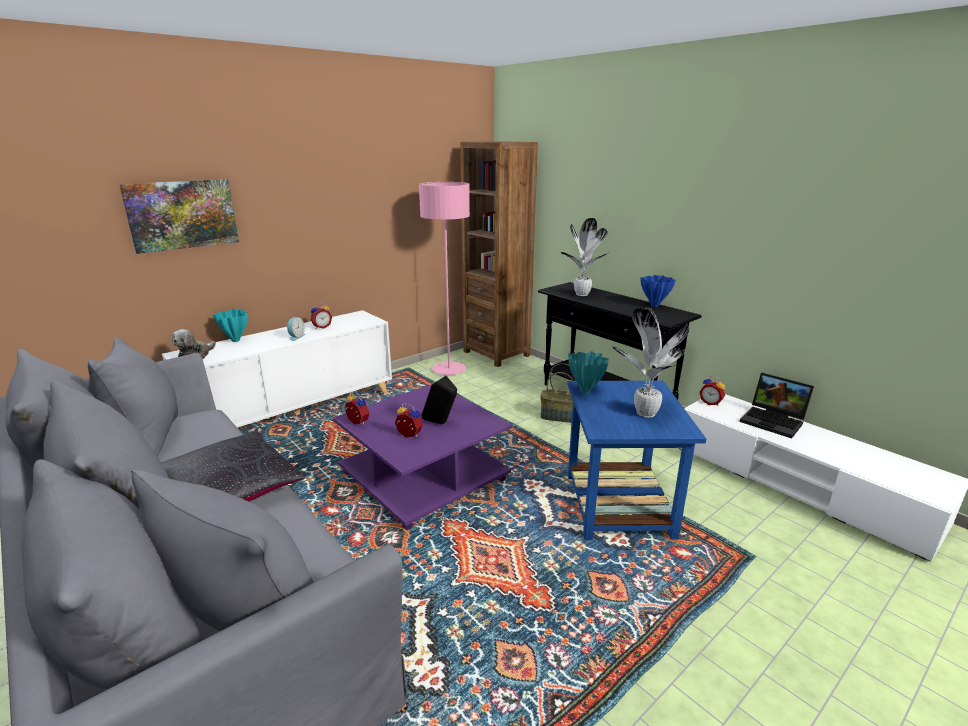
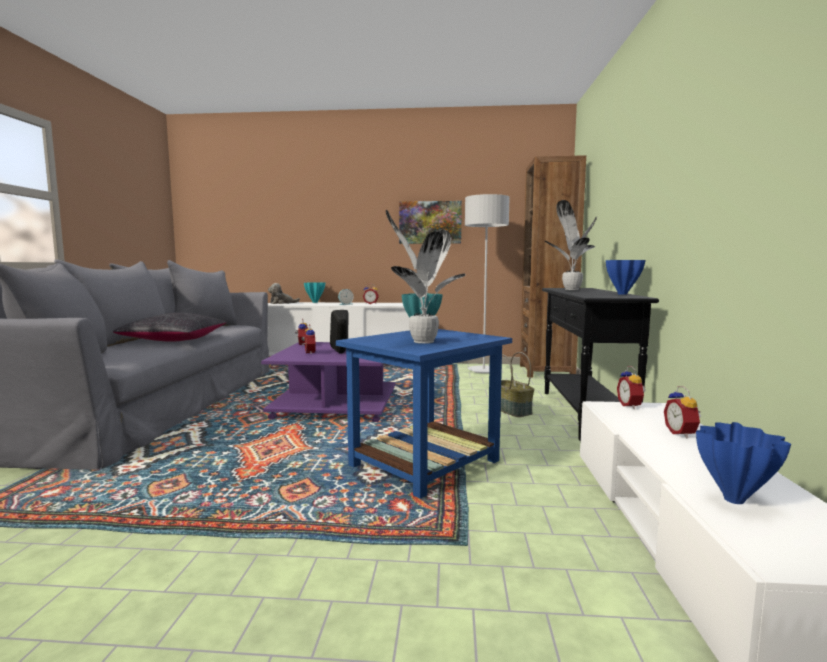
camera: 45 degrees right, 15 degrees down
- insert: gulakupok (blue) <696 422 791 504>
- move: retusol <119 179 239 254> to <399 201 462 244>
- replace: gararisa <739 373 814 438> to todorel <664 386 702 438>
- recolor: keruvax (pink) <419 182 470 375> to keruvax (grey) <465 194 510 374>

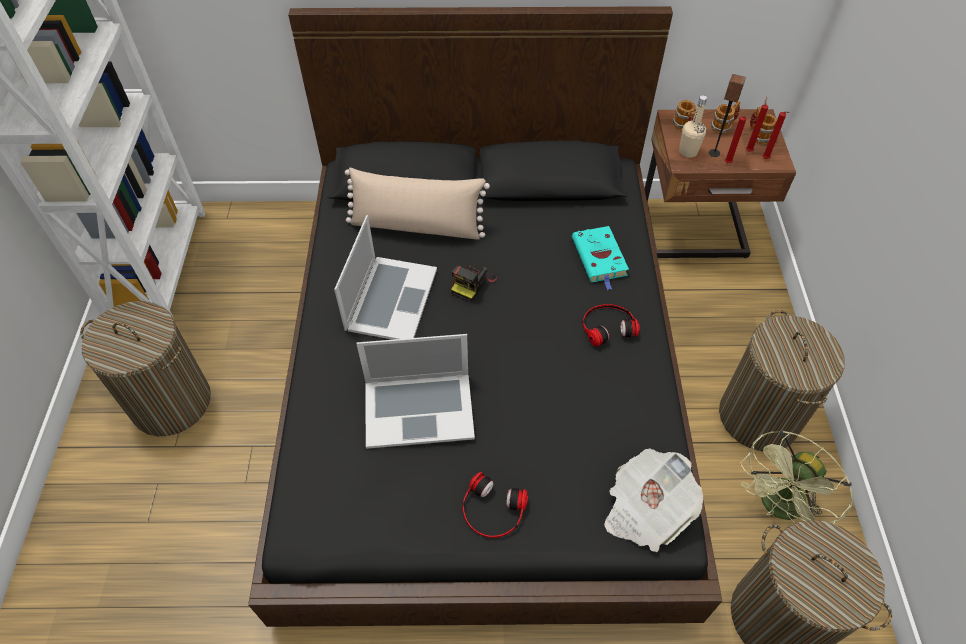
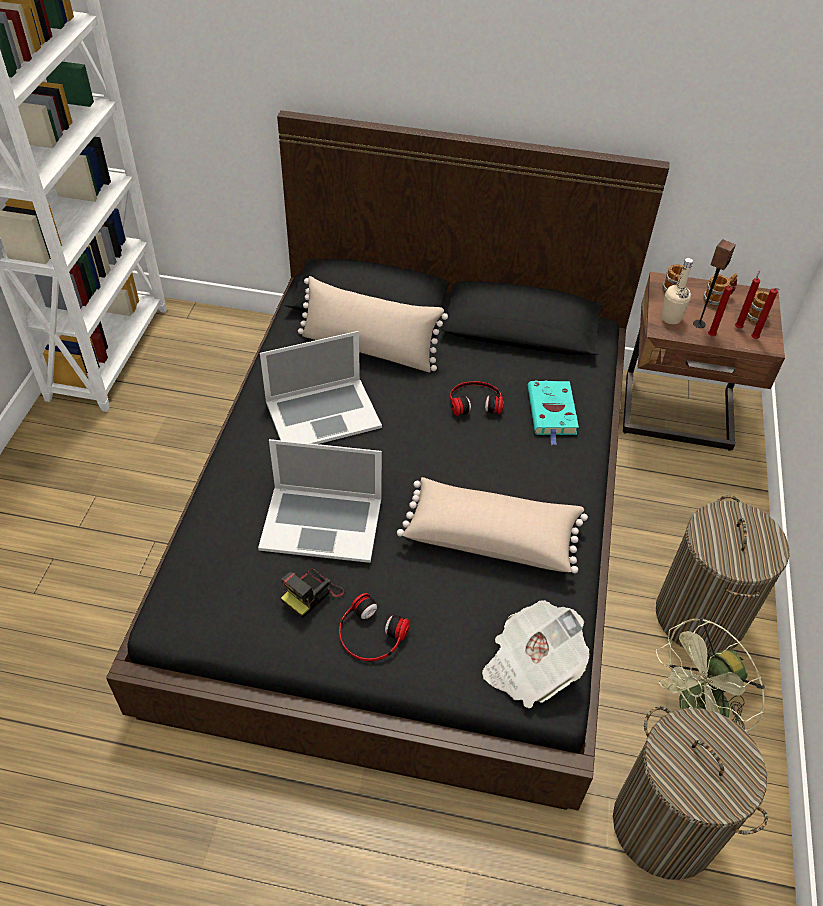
camera: 10 degrees right, 5 degrees down
- delete: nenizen <80 301 211 436>
- insert: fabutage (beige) <397 477 588 573>
- move: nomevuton <451 265 497 302> to <281 569 344 618>
- move: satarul <582 304 640 347> to <450 381 504 416>
- rotate: gararisa <334 215 437 340> = <260 331 382 444> 45 degrees clockwise

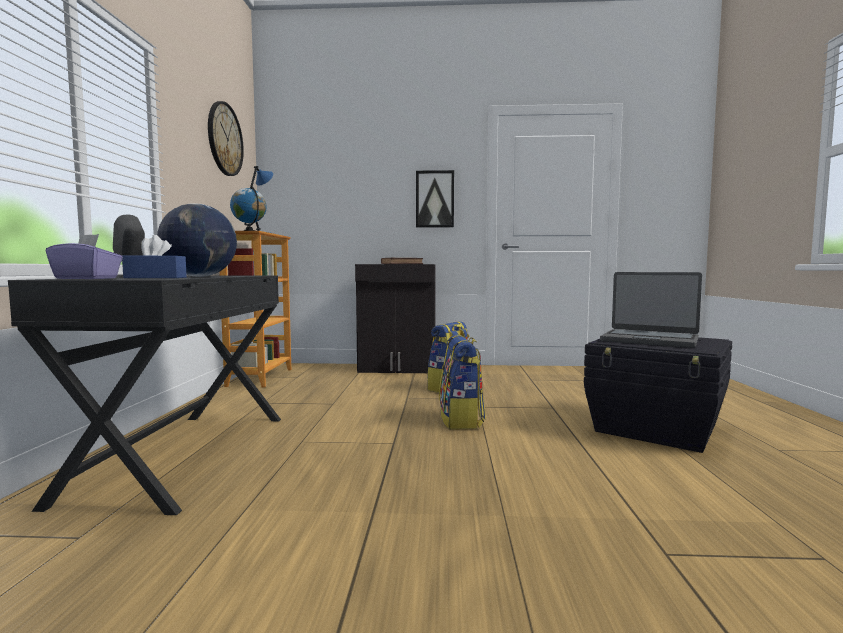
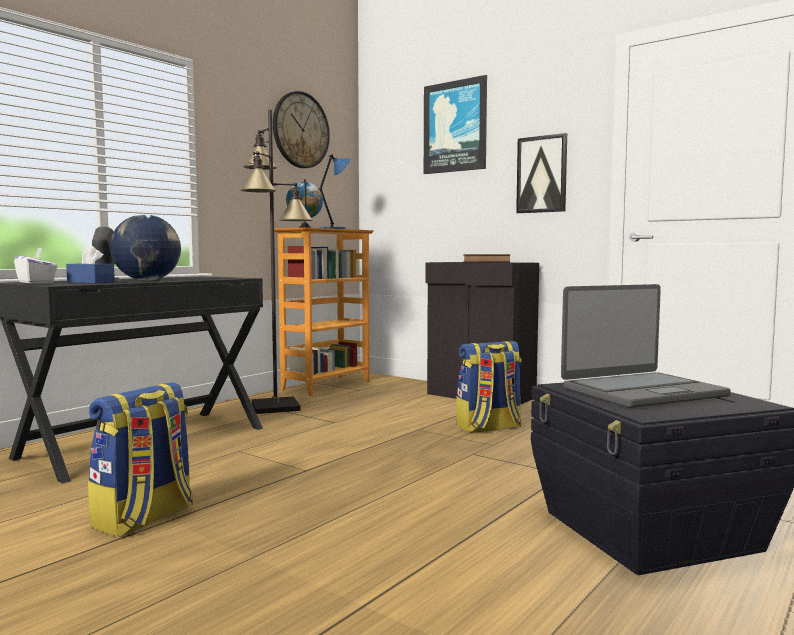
camera: 35 degrees right, 0 degrees up
- insert: keruvax (black) <241 110 313 414>
- insert: retusol <424 75 487 174>
- move: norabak <439 335 486 429> to <88 382 193 537>
- recolor: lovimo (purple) <45 234 123 279> to lovimo (white) <14 248 58 284>
- rotate: gararisa <600 272 702 348> = <561 284 730 408> 90 degrees counterclockwise

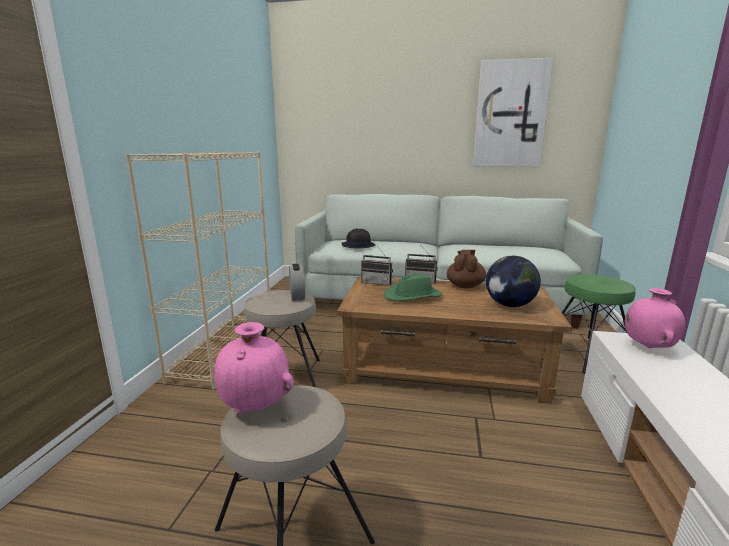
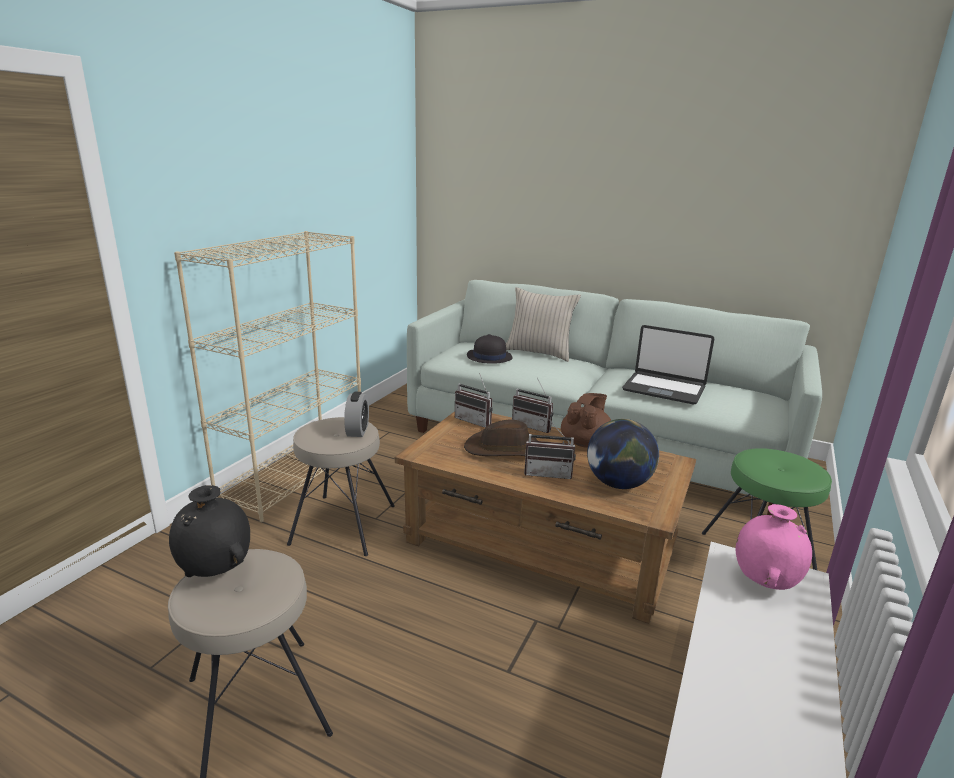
camera: 15 degrees right, 5 degrees up
- delete: retusol <473 58 553 167>
- insert: fabutage (beige) <506 287 581 362>
- insert: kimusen <524 417 576 479>
- insert: gararisa <622 325 714 405>
- recolor: gulakupok (pink) <213 322 294 414> to gulakupok (black) <169 485 250 577>
- recolor: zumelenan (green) <384 273 442 301> to zumelenan (brown) <464 420 538 456>

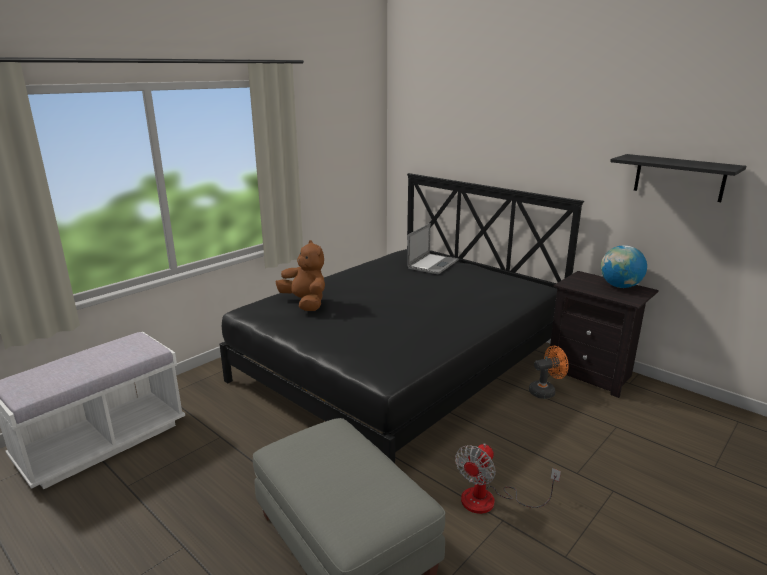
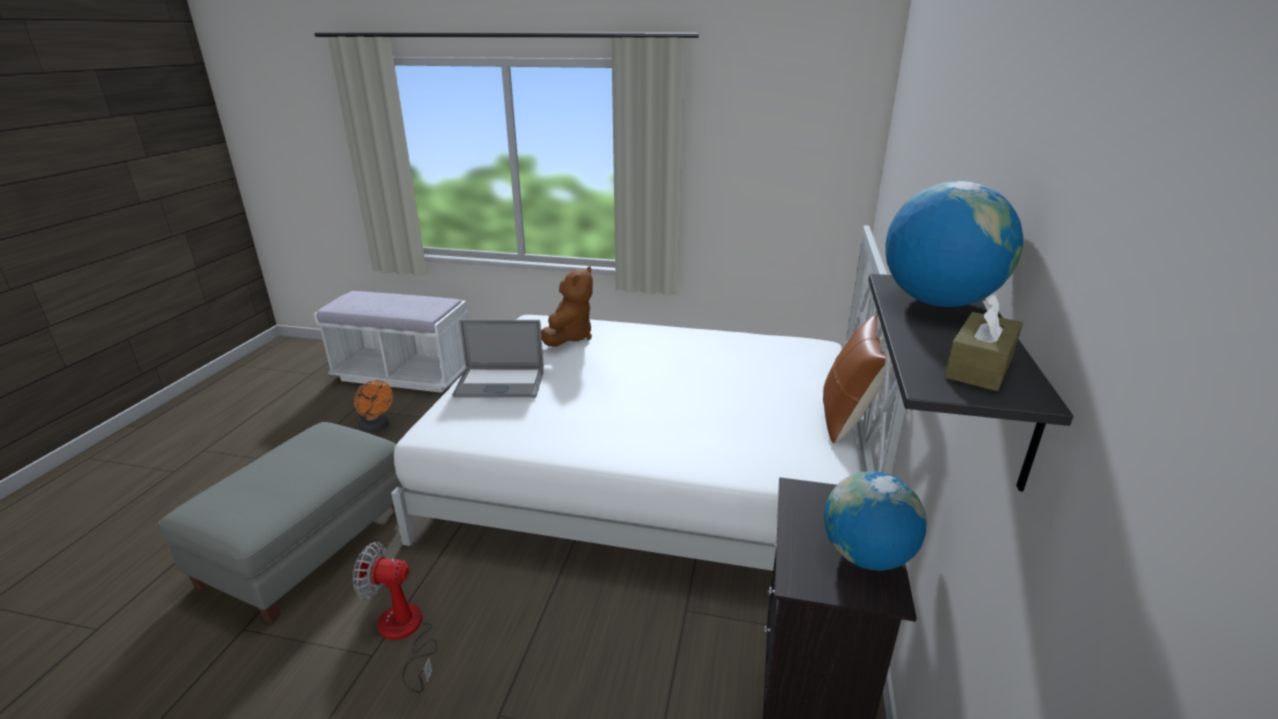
camera: 60 degrees right, 5 degrees up
- insert: fabutage (brown) <823 313 891 444>
- insert: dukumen <885 181 1023 307>
- insert: lovimo (brown) <944 294 1023 391>
- move: gararisa <407 223 459 274> to <452 320 544 398>
- move: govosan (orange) <529 346 569 399> to <354 380 393 433>
- recolor: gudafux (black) <220 173 584 463> to gudafux (white) <391 225 906 571>

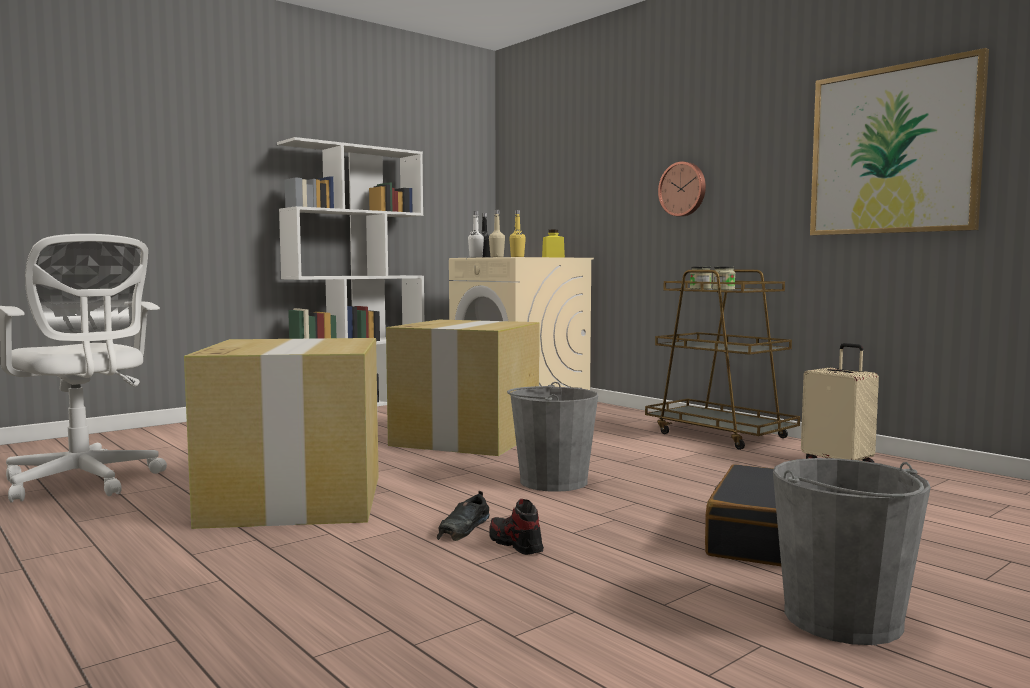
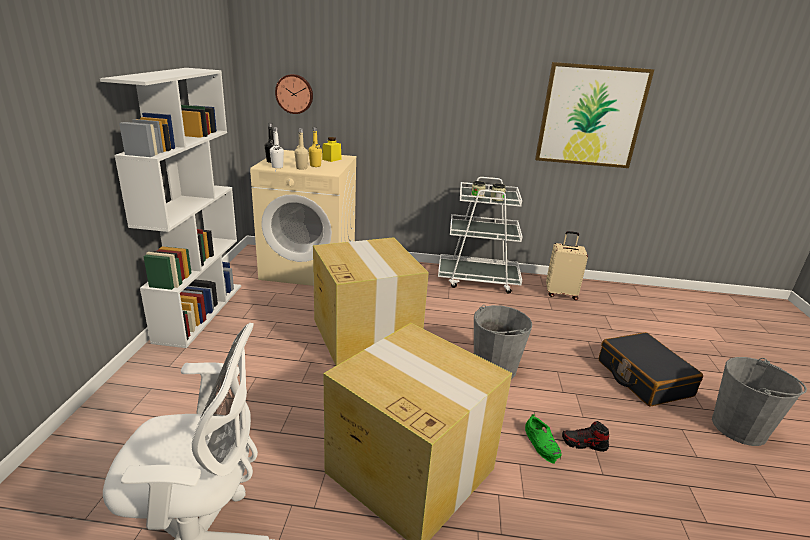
camera: 45 degrees left, 20 degrees up
- move: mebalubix <658 161 706 217> to <275 74 313 114>
- recolor: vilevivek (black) <437 491 490 541> to vilevivek (green) <525 414 562 464>
- recolor: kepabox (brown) <645 270 800 450> to kepabox (white) <438 177 523 294>

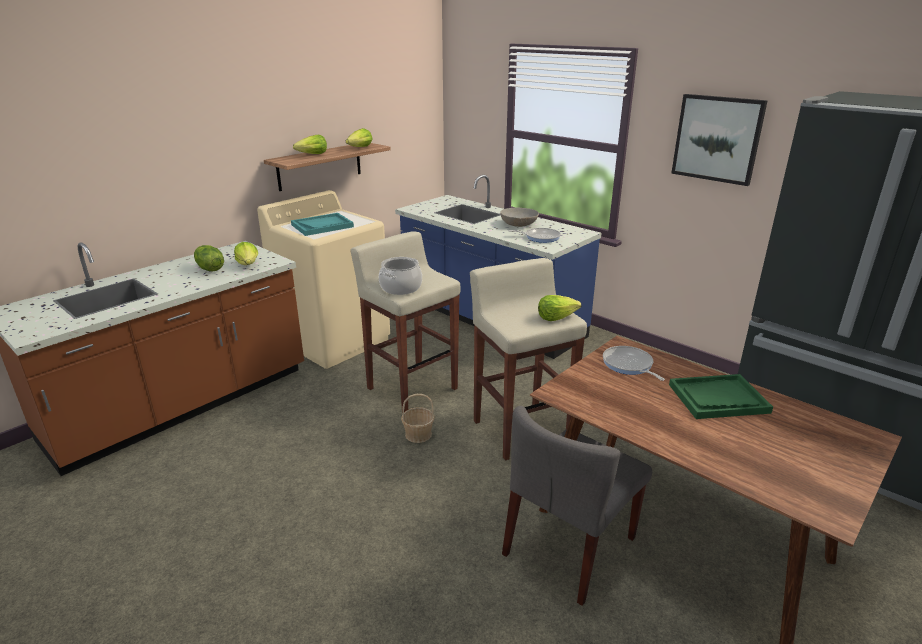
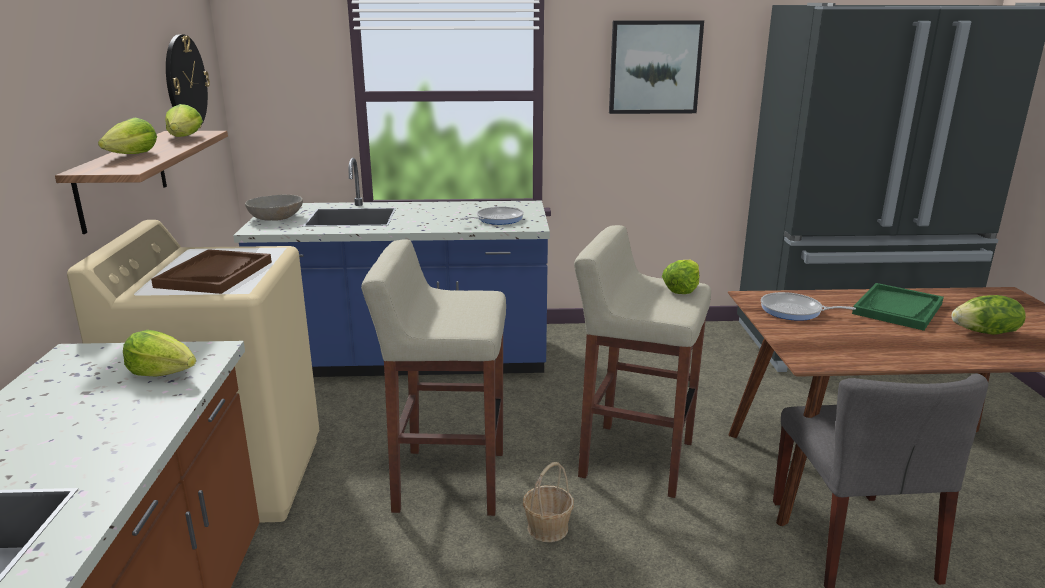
camera: 45 degrees left, 5 degrees down
- delete: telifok <379 257 422 295>
- insert: mebalubix <166 34 210 128>
- move: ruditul <194 245 224 272> to <952 295 1026 335>
- move: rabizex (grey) <500 208 539 227> to <245 195 303 221>
- recolor: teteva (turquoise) <291 213 354 236> to teteva (brown) <151 249 272 294>

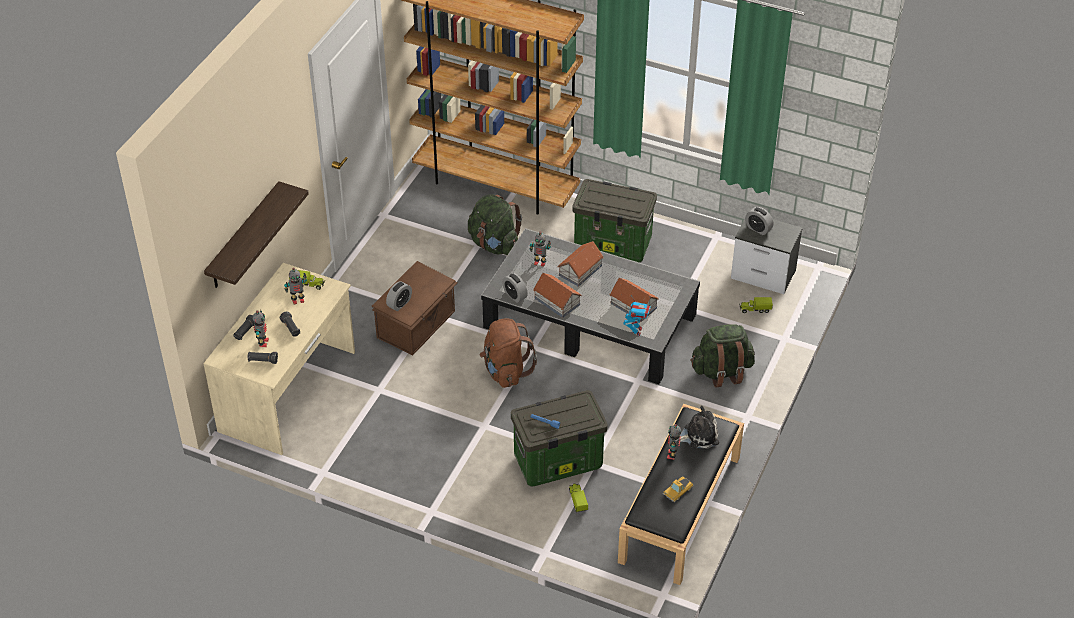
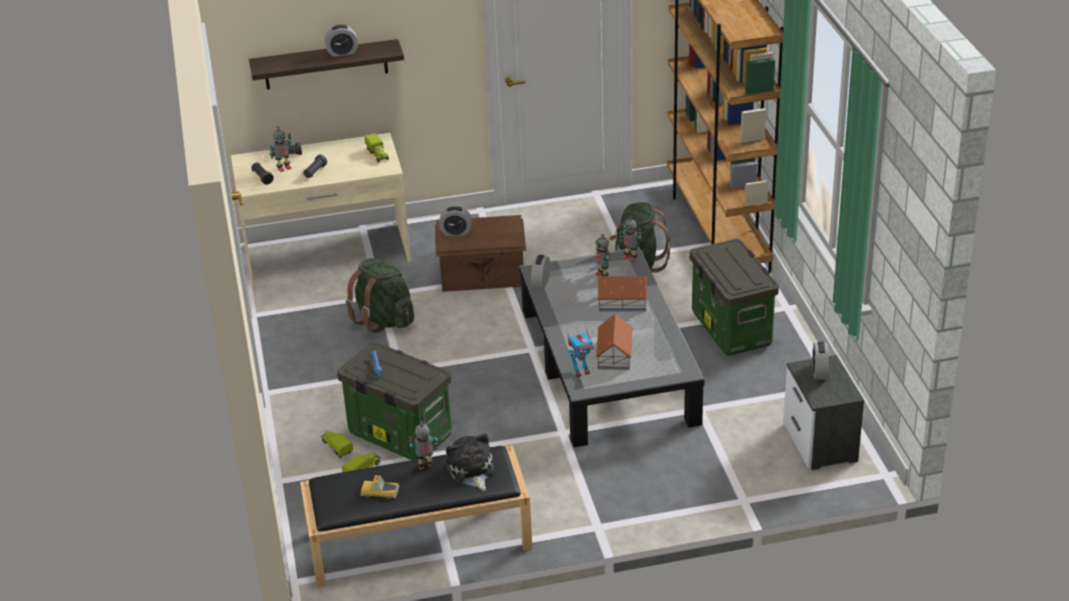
camera: 55 degrees right, 10 degrees down
- delete: norabak (brown) <479 318 537 388>
- delete: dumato <533 273 582 318>
- insert: todorel <325 25 358 57>
- move: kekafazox <284 268 307 305> to <619 216 642 262>
- move: norabak (green) <690 325 755 387> to <346 258 414 333>
- move: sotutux <739 297 773 313> to <321 431 353 458>
- rotate: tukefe <680 406 719 448> = <446 433 495 491> 150 degrees counterclockwise

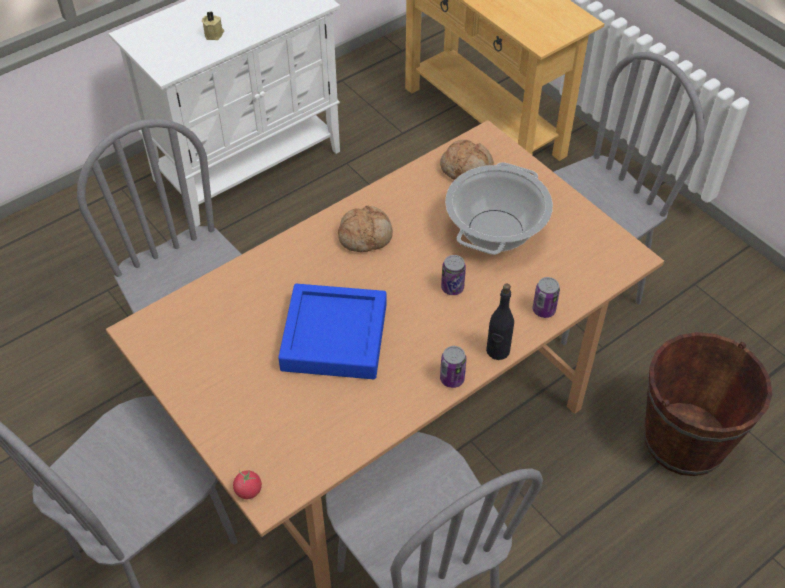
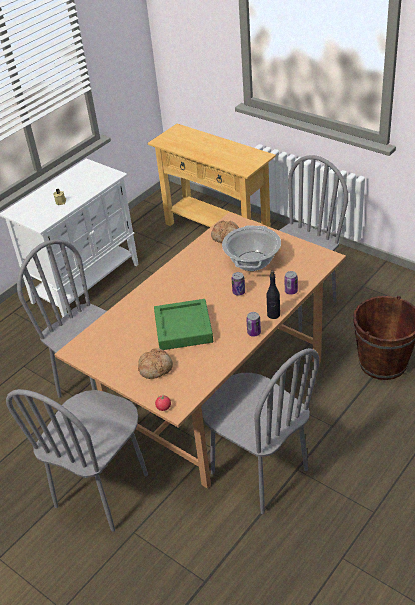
camera: 10 degrees left, 10 degrees down
- move: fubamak <338 206 393 252> to <138 349 173 379>
- recolor: teteva (blue) <278 284 386 379> to teteva (green) <154 299 213 350>

